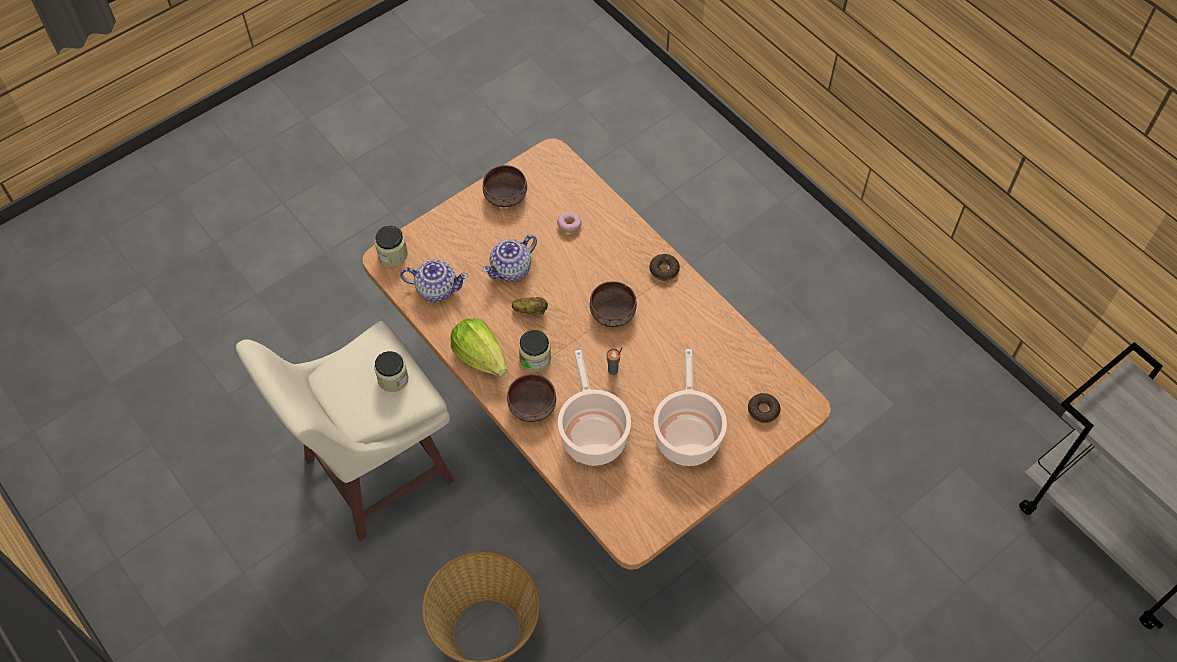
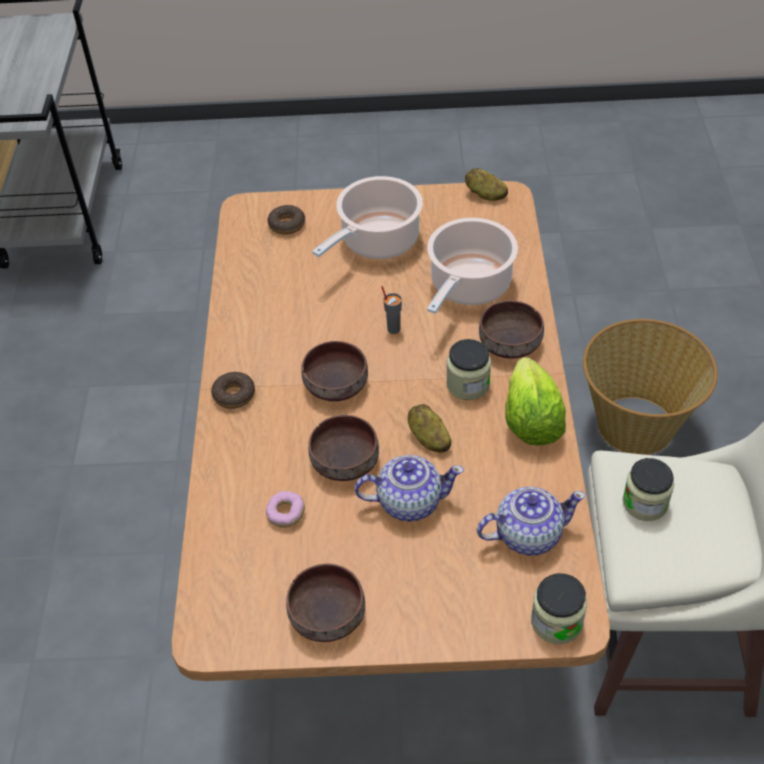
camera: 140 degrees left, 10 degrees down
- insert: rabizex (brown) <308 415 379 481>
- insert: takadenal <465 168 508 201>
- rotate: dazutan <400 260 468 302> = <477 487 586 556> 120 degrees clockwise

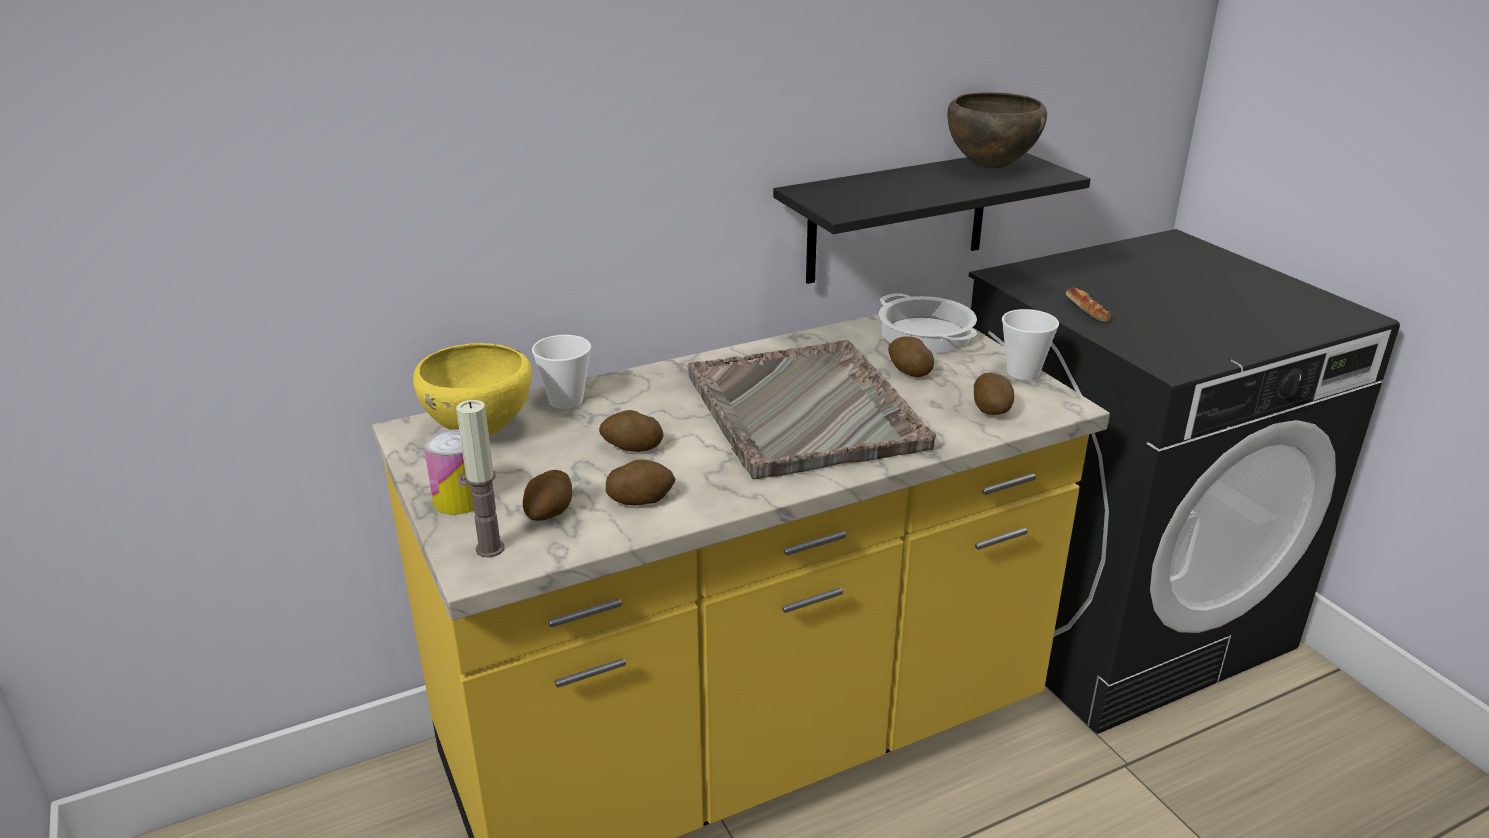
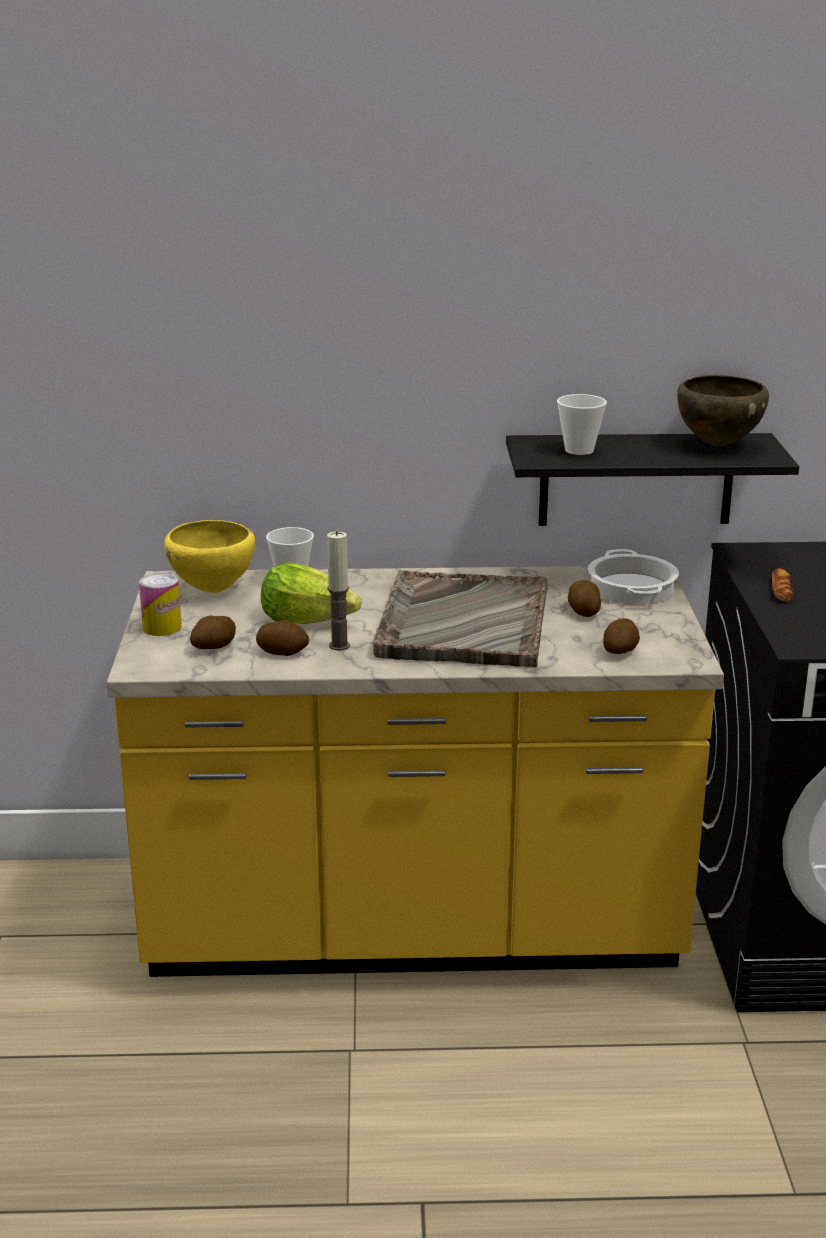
camera: 25 degrees right, 5 degrees down
- move: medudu <456 400 504 557> to <327 531 350 650>
- move: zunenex <1002 309 1059 380> to <557 394 607 455>
- replace: takadenal <599 410 664 452> to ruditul <261 562 362 624>

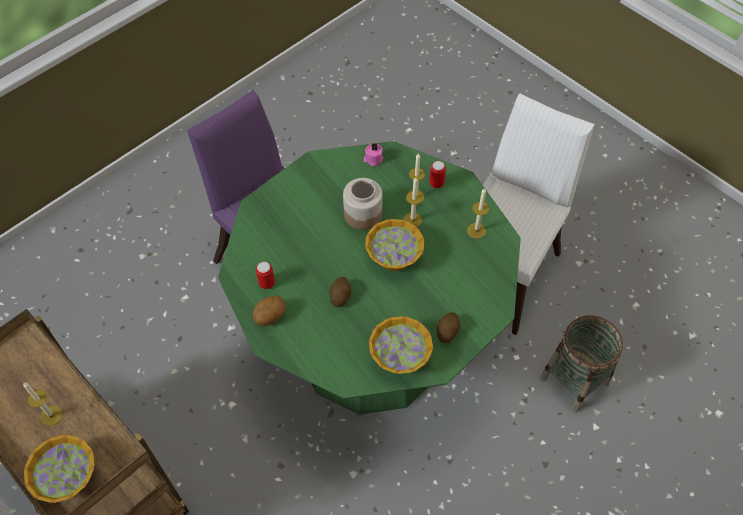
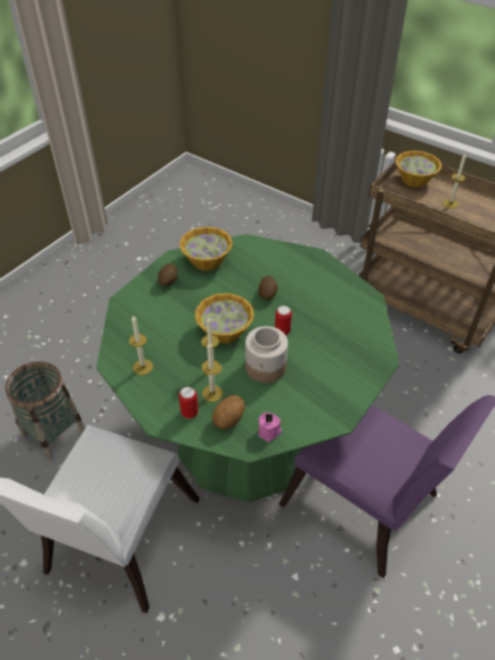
camera: 170 degrees right, 10 degrees down
- move: takadenal <253 295 286 326> to <212 395 245 429>
- move: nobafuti <256 262 275 289> to <275 306 292 335>

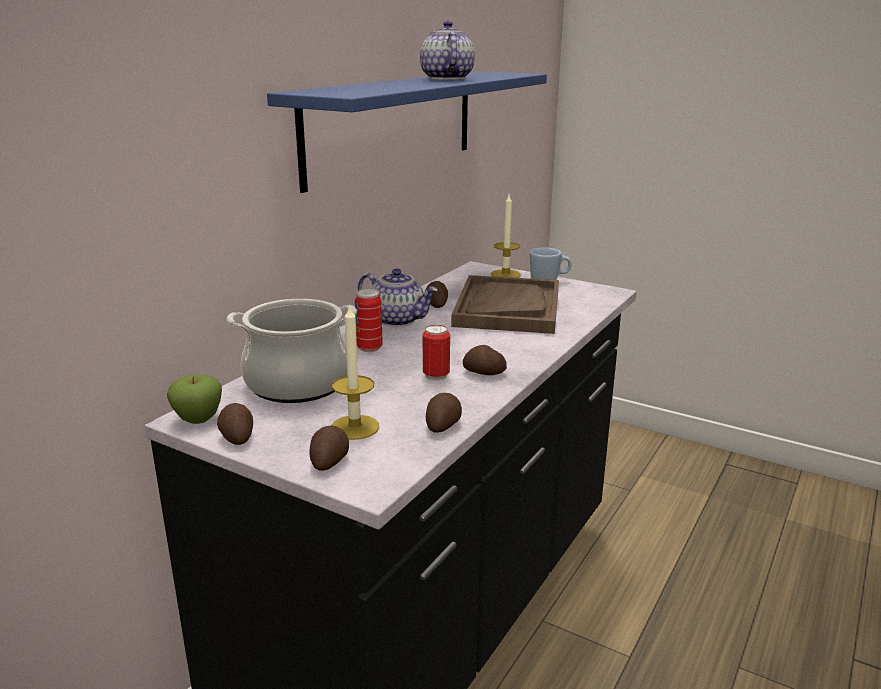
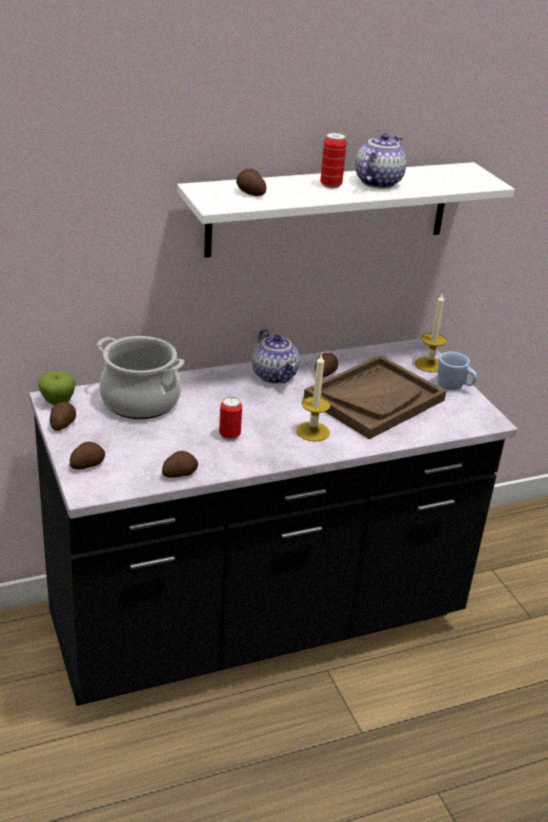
camera: 35 degrees right, 10 degrees up
- move: medudu <331 303 379 440> to <296 353 331 441>
- move: nobafuti <355 289 383 352> to <320 133 347 188>
- move: takadenal <463 345 507 375> to <236 169 267 196>
- recolor: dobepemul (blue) <267 71 547 193> to dobepemul (white) <177 162 514 258>

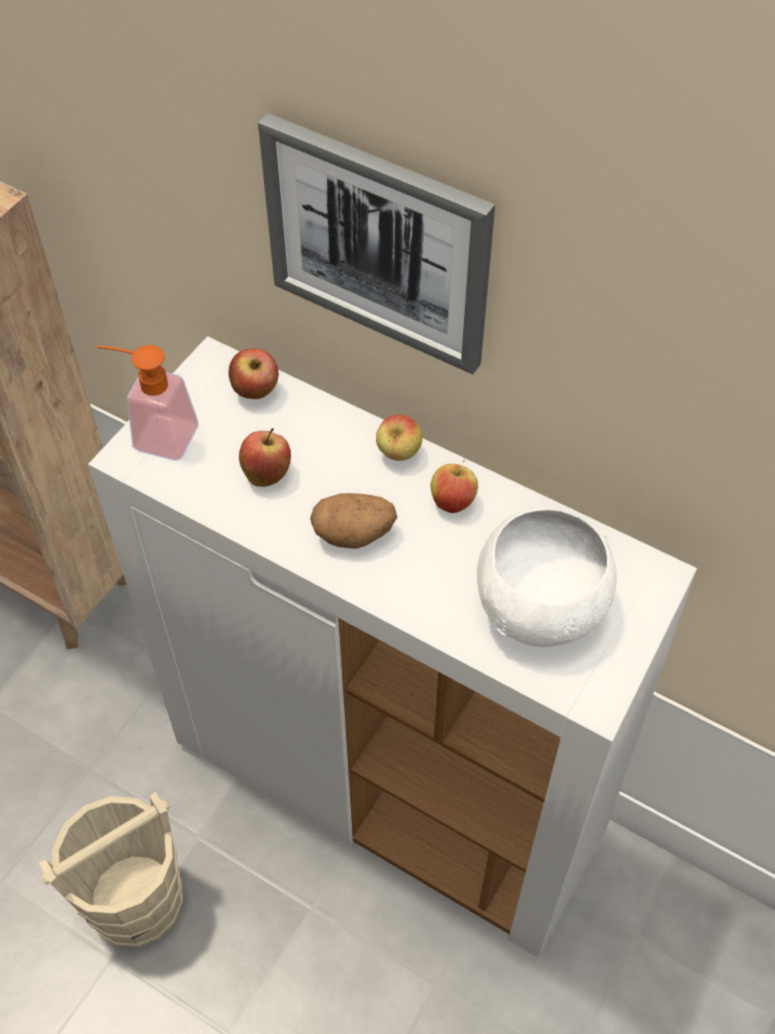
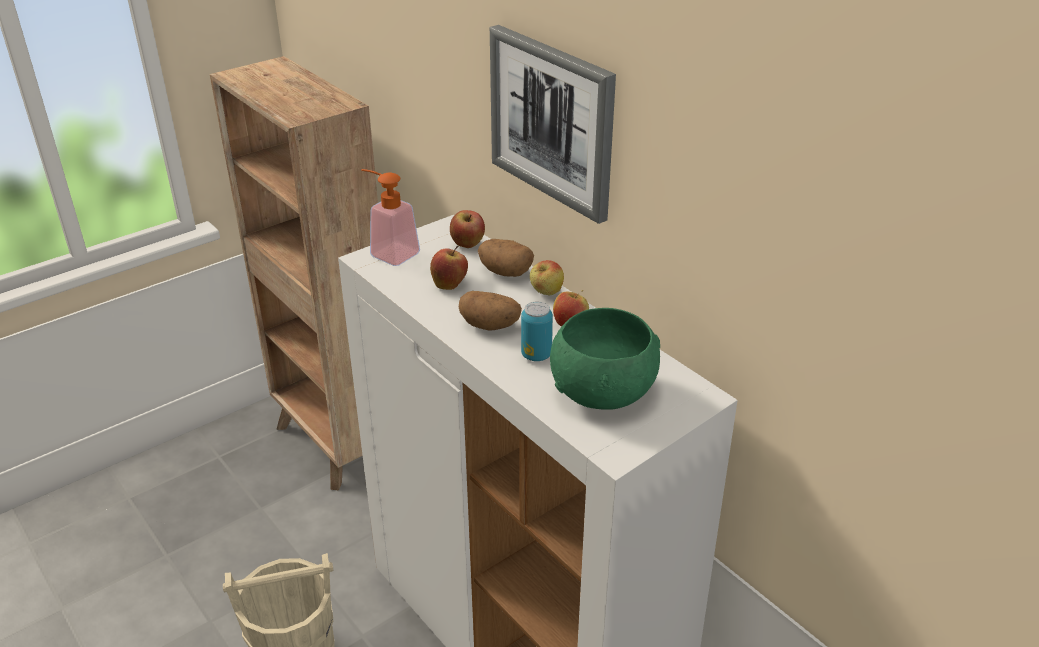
camera: 20 degrees right, 20 degrees down
- insert: takadenal <478 239 534 277>
- insert: nobafuti <521 301 553 361>
- recolor: rabizex (white) <477 508 617 647> to rabizex (green) <550 308 660 410>

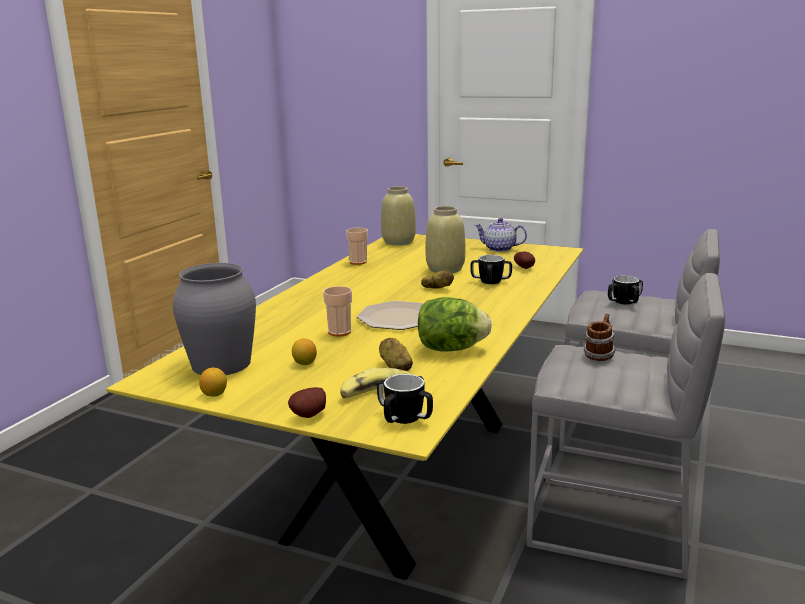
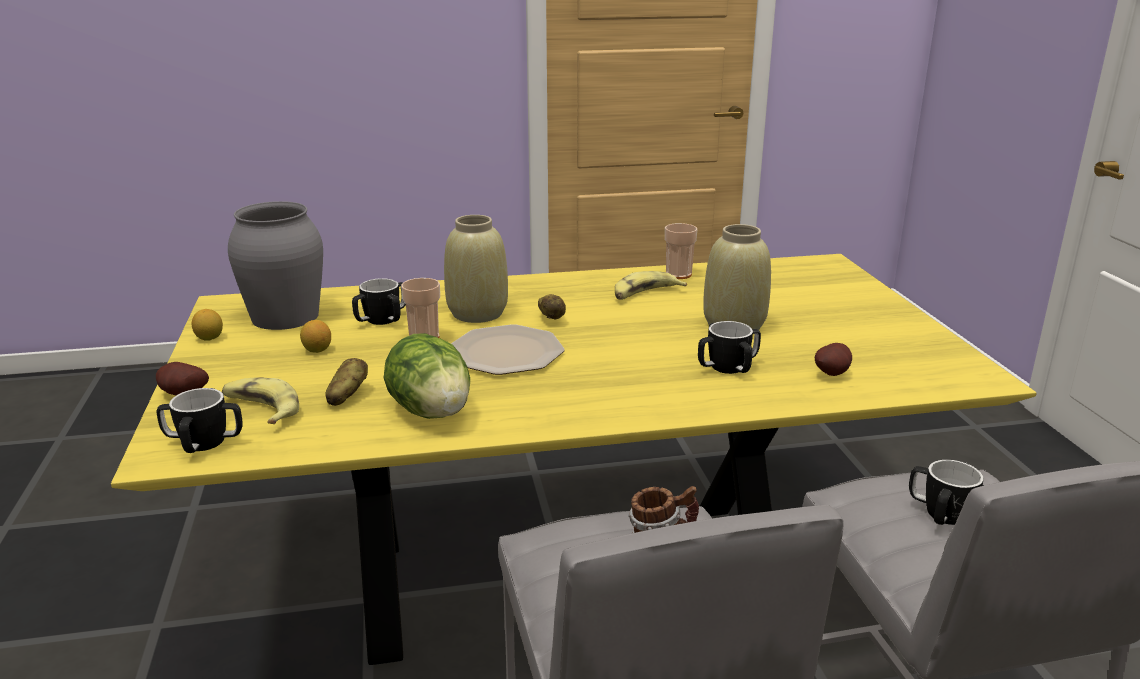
camera: 55 degrees right, 5 degrees up
- delete: dazutan <475 218 527 252>
- insert: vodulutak <352 278 406 325>
- insert: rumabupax <615 271 687 300>
- move: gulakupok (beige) <381 187 416 245> to <444 215 508 323>
- move: takadenal <421 270 454 289> to <538 294 566 319>

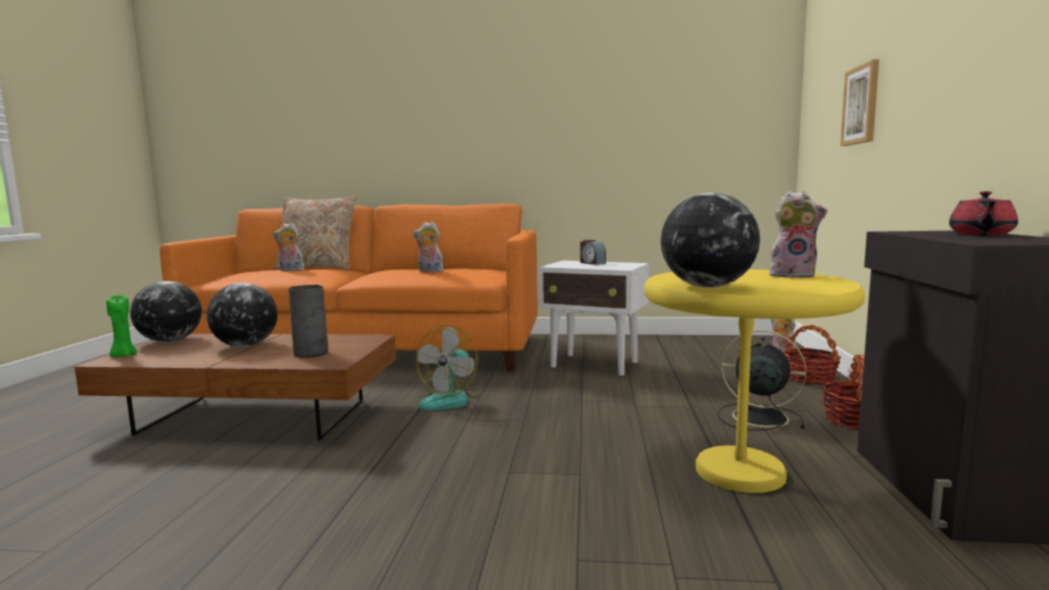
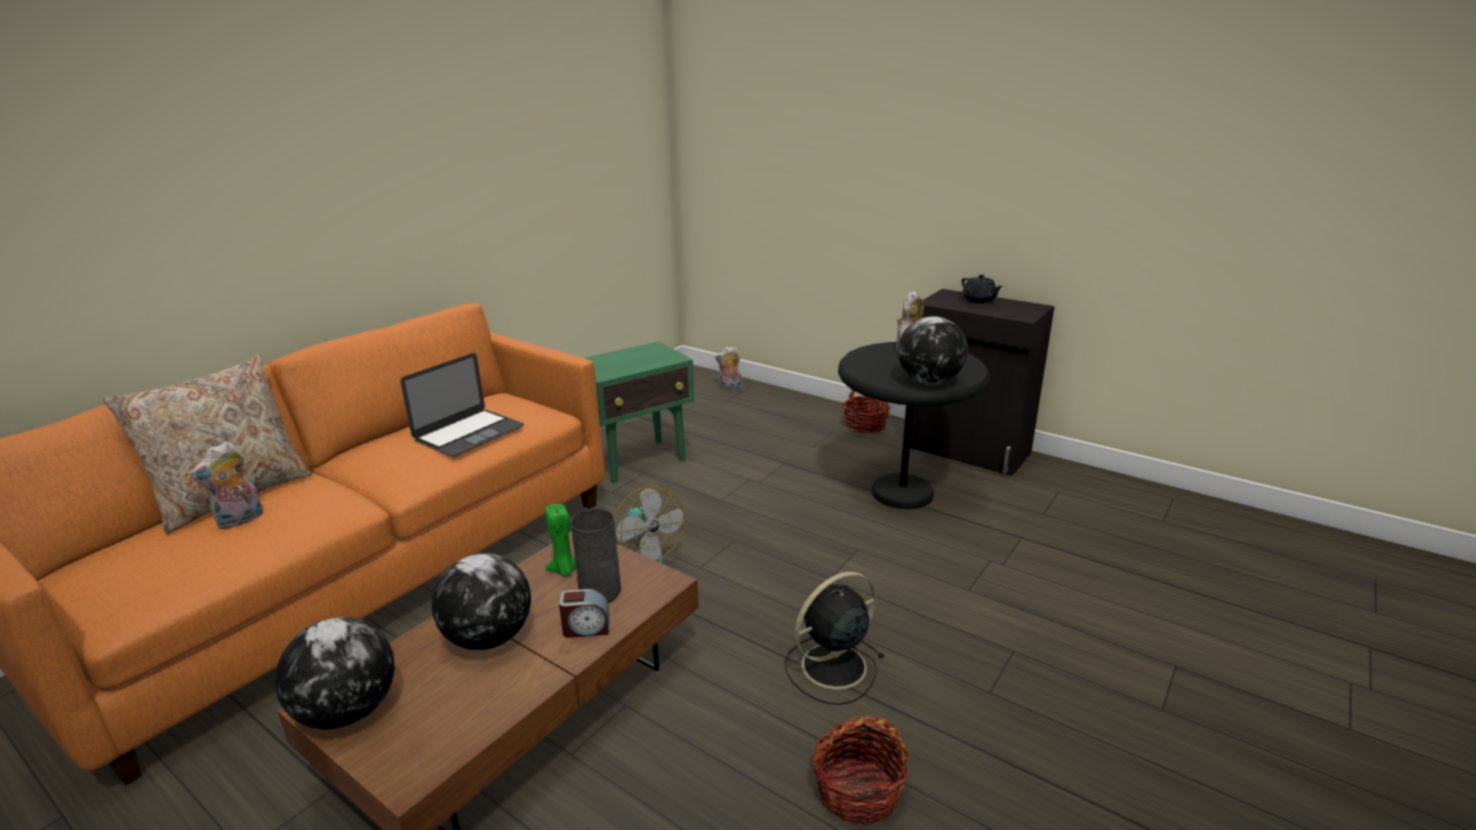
camera: 60 degrees left, 15 degrees up
- delete: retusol <840 59 879 146>
- move: medudu (green) <106 294 137 357> to <545 504 577 577>
- move: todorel <580 240 606 265> to <559 589 610 638>
- move: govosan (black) <718 330 806 431> to <784 572 884 705>
- move: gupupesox <784 325 841 385> to <812 715 910 825>
- replace: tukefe <413 222 444 272> to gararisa <400 353 524 457>
- recolor: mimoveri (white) <538 261 649 376> to mimoveri (green) <585 341 694 483>
- recolor: mimoveri (yellow) <644 269 865 493> to mimoveri (black) <838 342 990 509>
- recolor: dazutan (red) <949 191 1018 235> to dazutan (black) <961 274 1003 303>

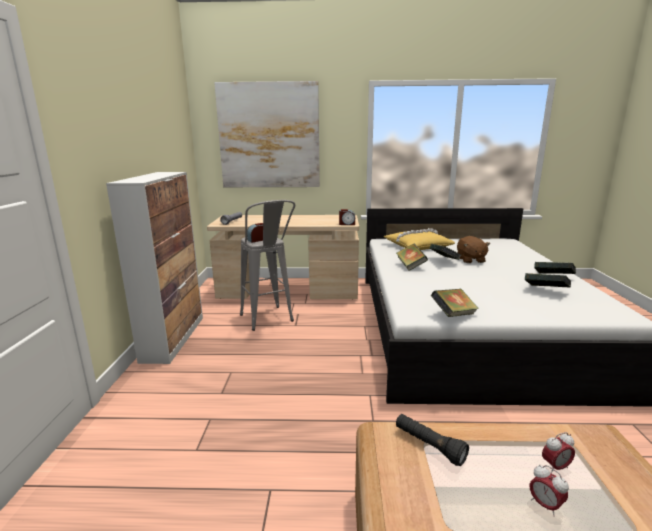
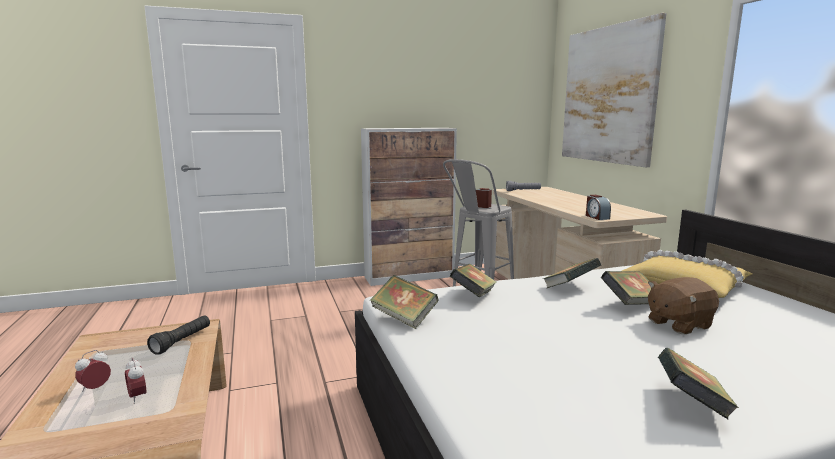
camera: 70 degrees right, 5 degrees down
- move: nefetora <525 273 571 287> to <450 264 497 298>

